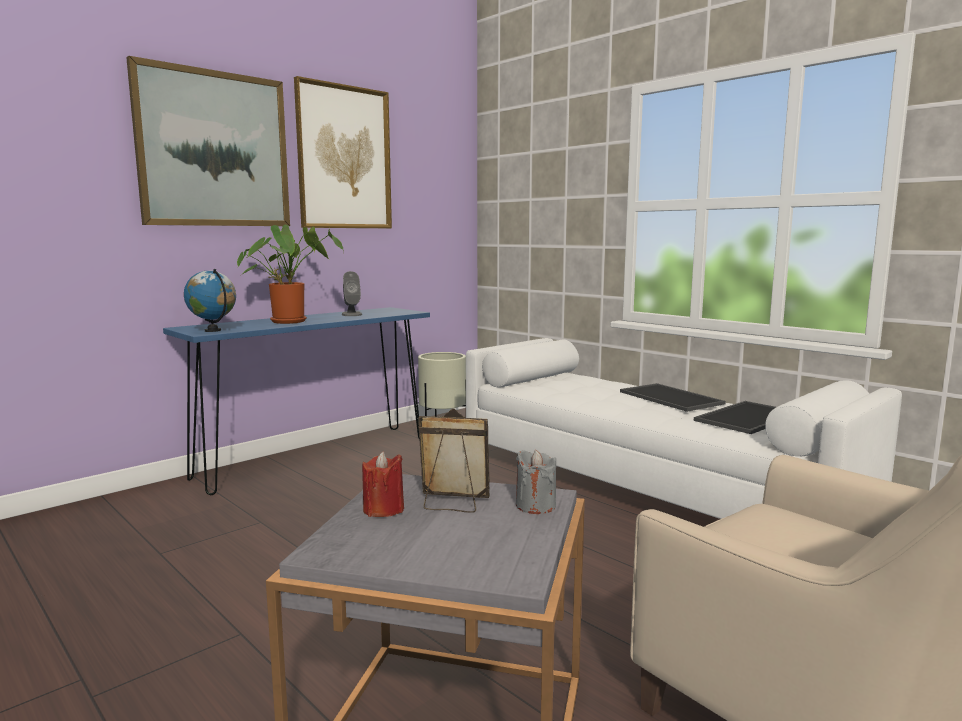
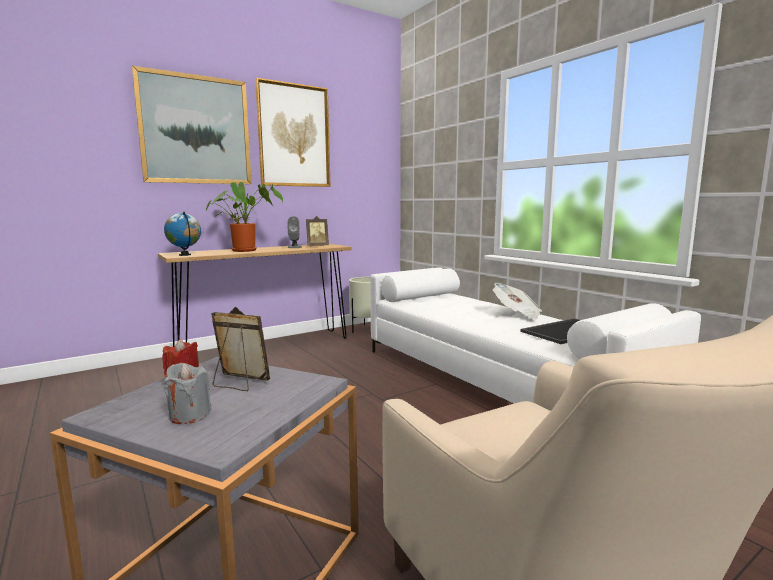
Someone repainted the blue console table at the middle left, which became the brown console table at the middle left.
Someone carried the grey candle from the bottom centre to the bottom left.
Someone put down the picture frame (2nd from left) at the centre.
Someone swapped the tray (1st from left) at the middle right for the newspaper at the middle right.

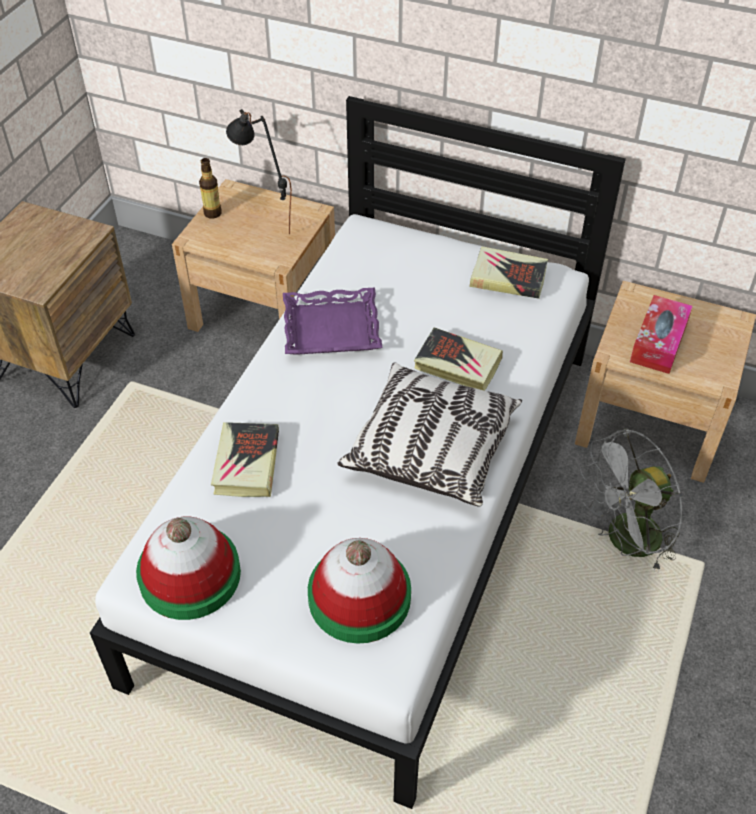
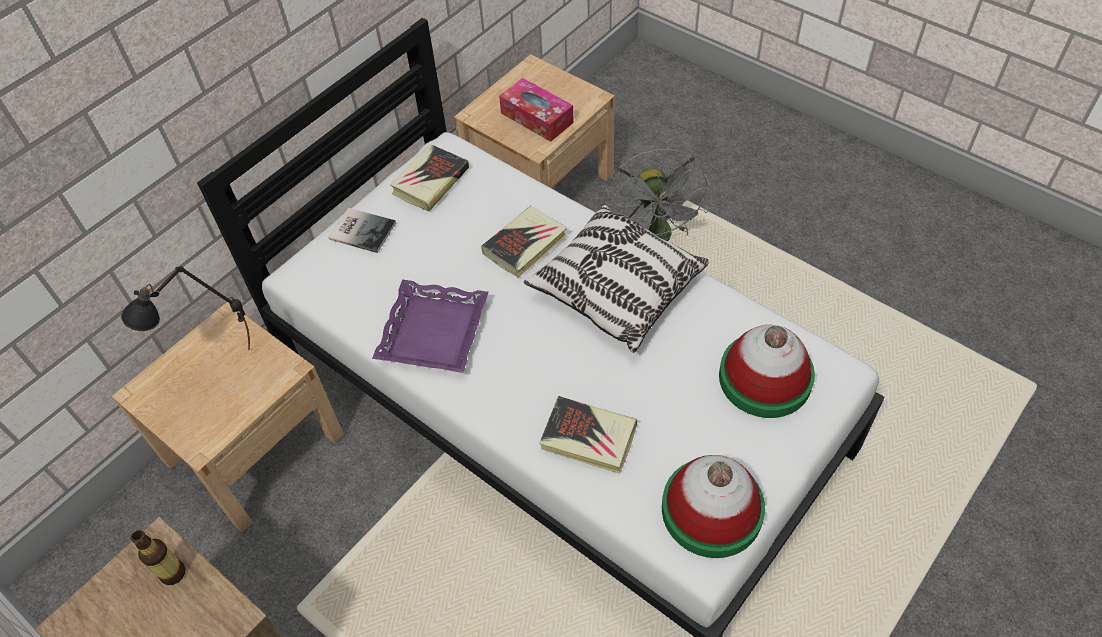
Someone carried the bottle from the top left to the bottom left.
Someone put down the book (1st from left) at the middle left.

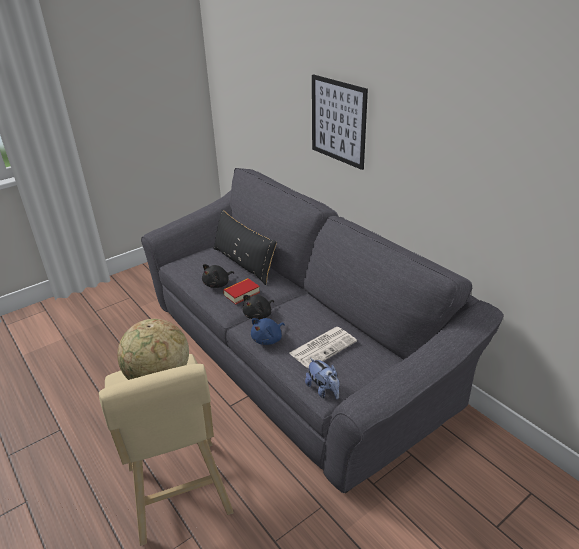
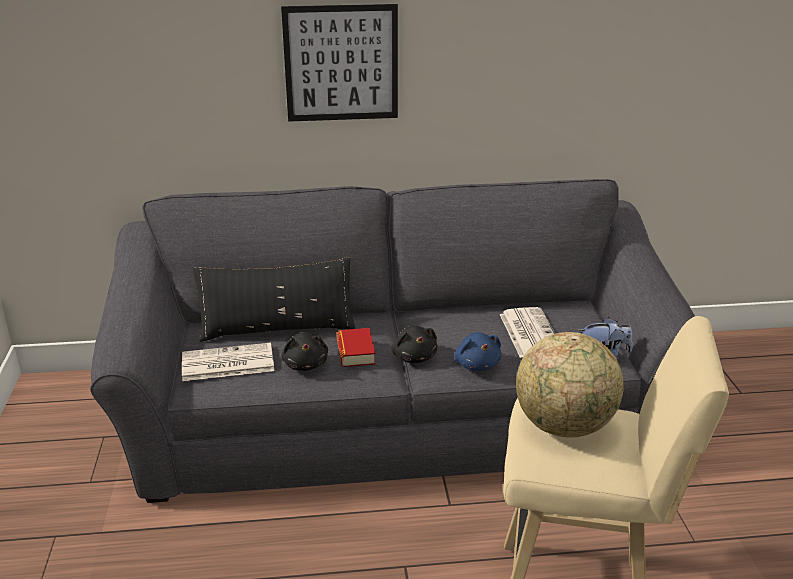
Someone put down the newspaper (1st from left) at the middle left.

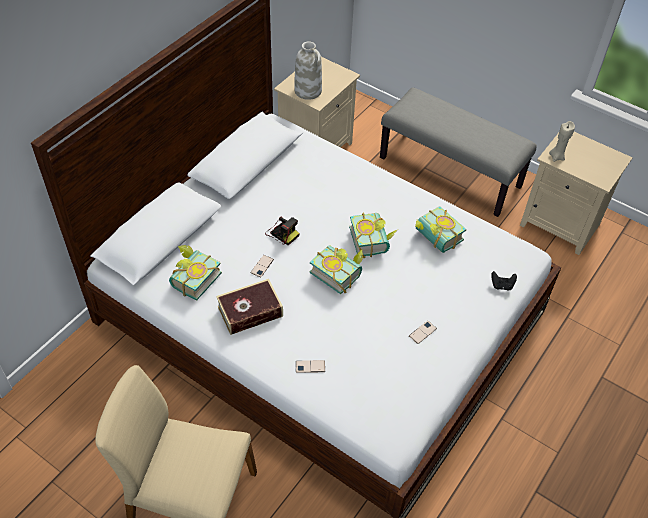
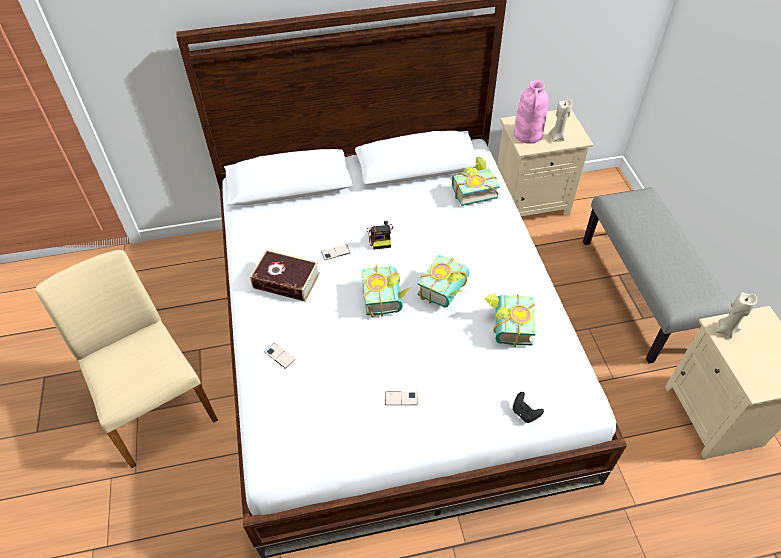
Someone carried the book (1st from left in the first image) from the middle left to the top centre.
Someone repainted the white vase at the top centre, which became the pink vase at the top right.
Someone put down the beige candle (1st from left) at the top right.

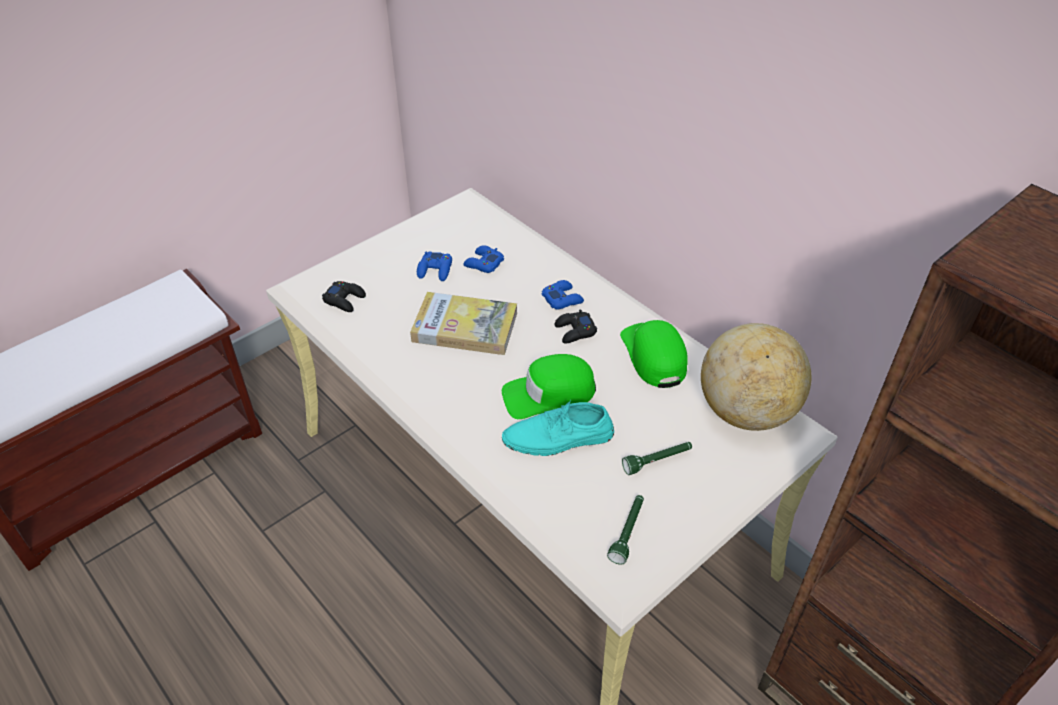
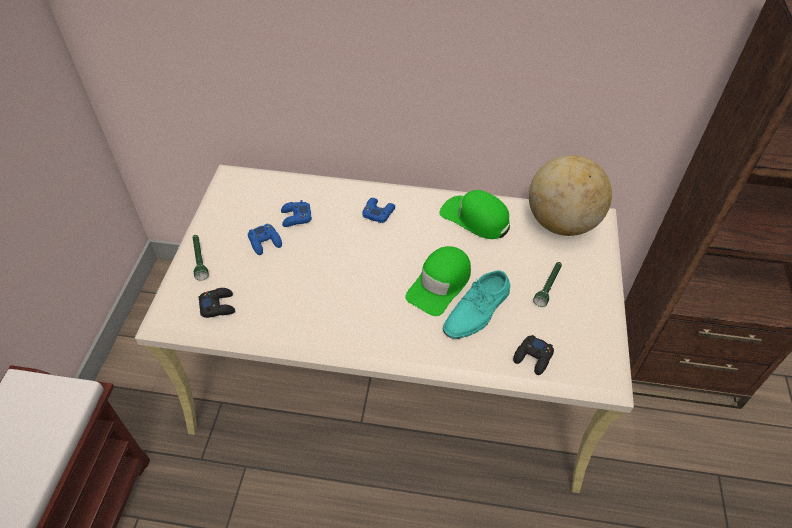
Someone carried the green flashlight (1st from left) from the bottom centre to the middle left.
Someone carried the black game controller (2nd from left) from the centre to the bottom right.
Someone took away the book at the centre.

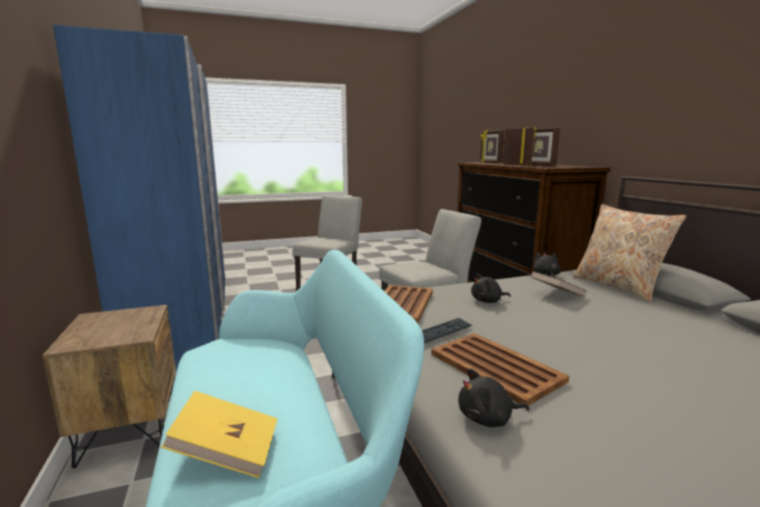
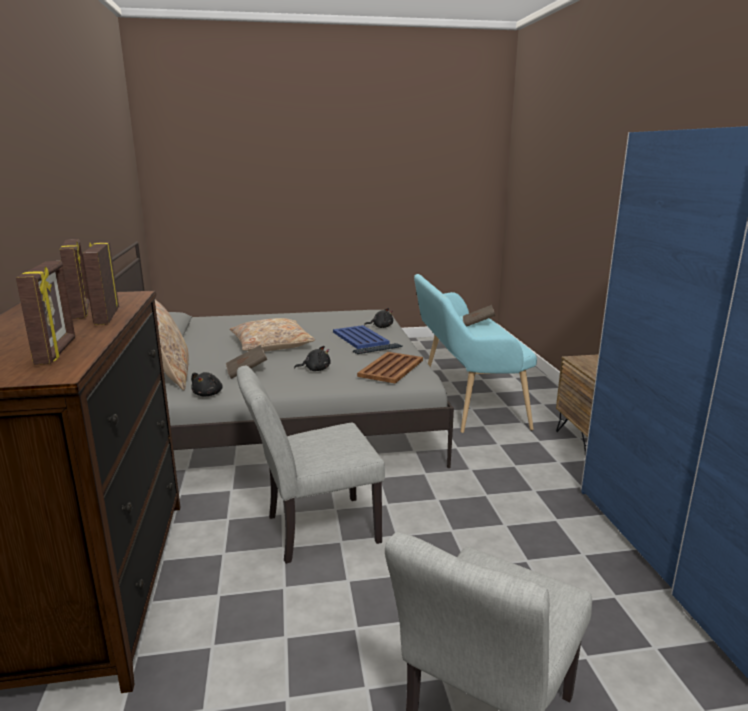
Someone put down the beige pillow (2nd from left) at the centre.
Someone repainted the brown tray (2nd from left) at the bottom centre, which became the blue tray at the centre.
Someone repainted the yellow book at the bottom left, which became the brown book (2nd from left) at the centre.

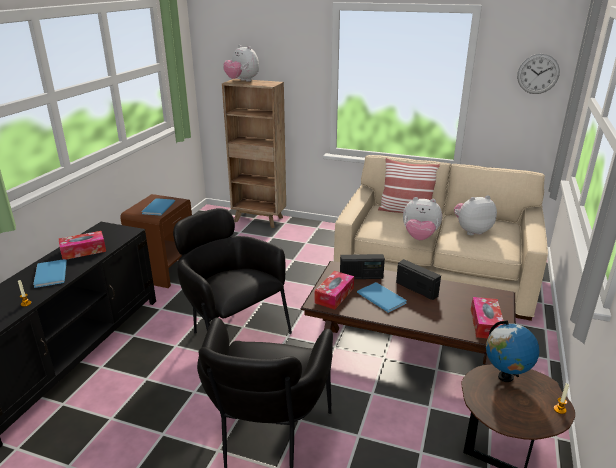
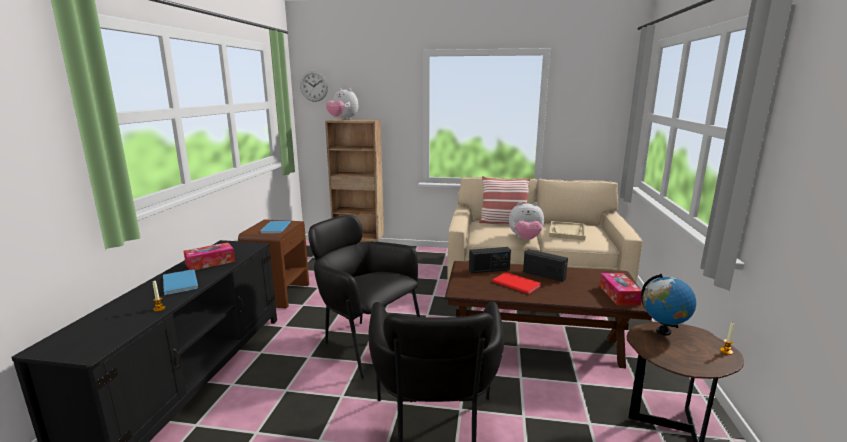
Someone carried the wall clock from the top right to the top centre.
Someone repainted the blue book (3rd from left) at the centre, which became the red book at the centre.
Someone swapped the plush toy (3rd from left) at the middle right for the beige tray at the middle right.
Someone took away the tissue box (2nd from left) at the centre.

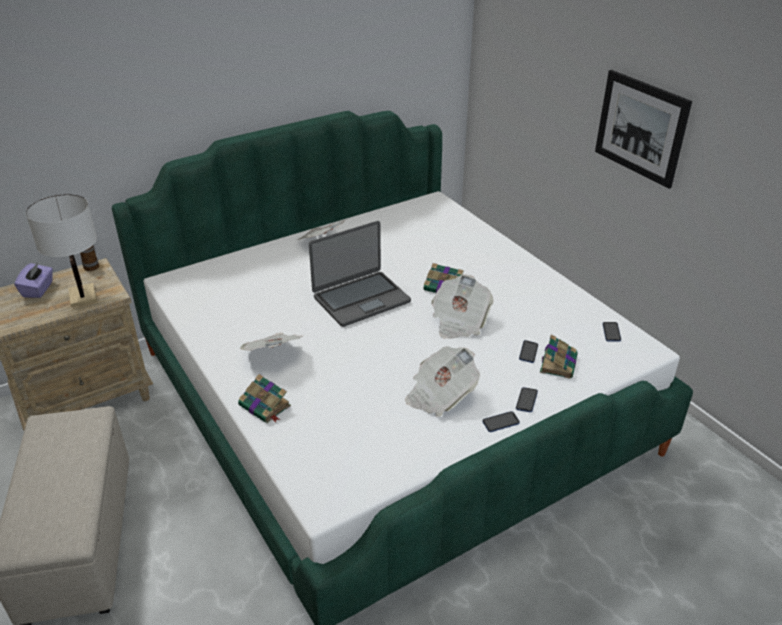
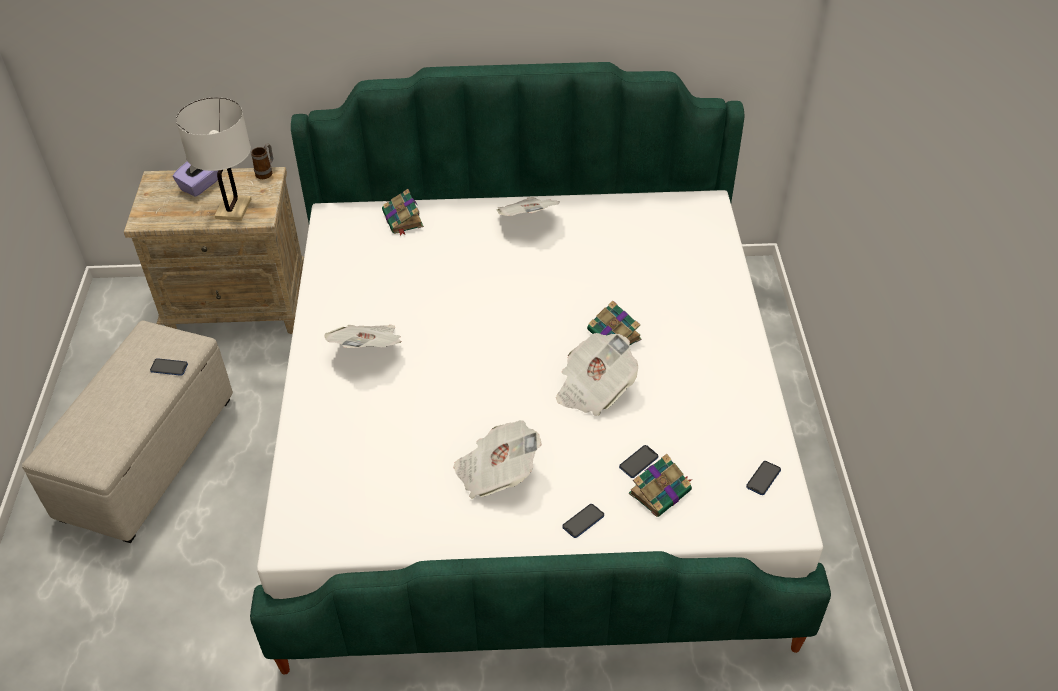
Someone carried the phone (1st from left) from the bottom centre to the middle left.
Someone carried the book (1st from left) from the centre to the top centre.
Someone took away the laptop at the centre.
Someone took away the picture at the top right.

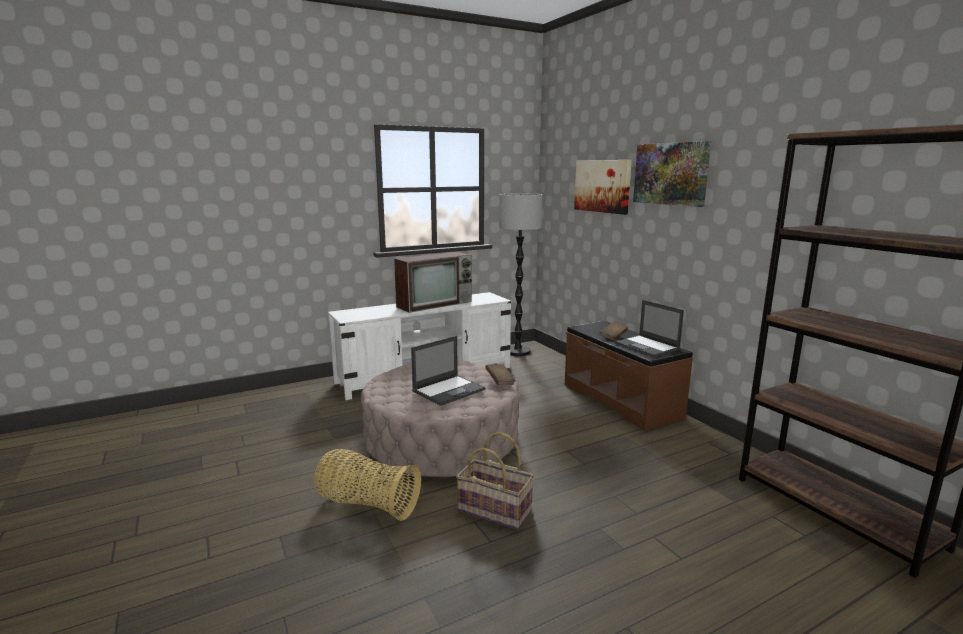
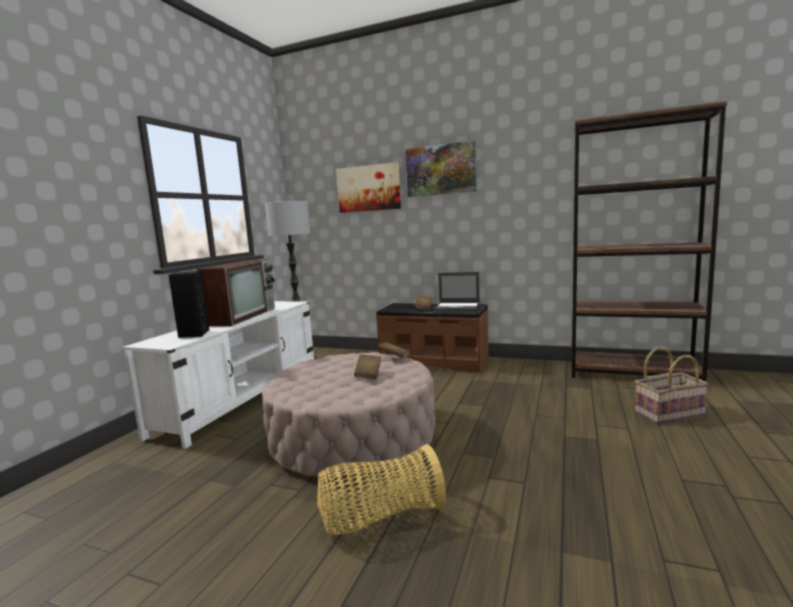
Someone put down the black speaker at the middle left.
Someone swapped the laptop (1st from left) at the centre for the brown book (1st from left) at the centre.
Someone carried the basket (2nd from left) from the bottom centre to the middle right.

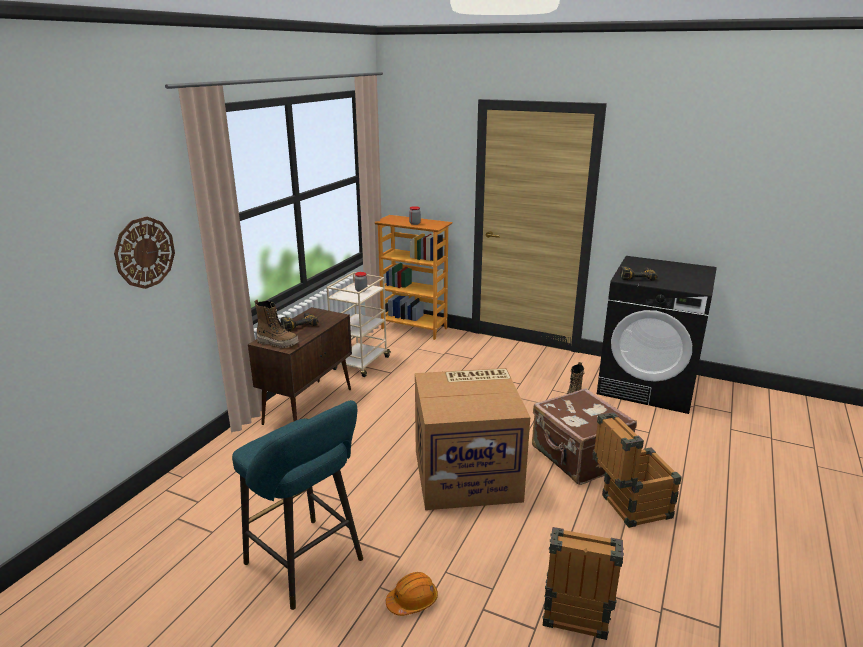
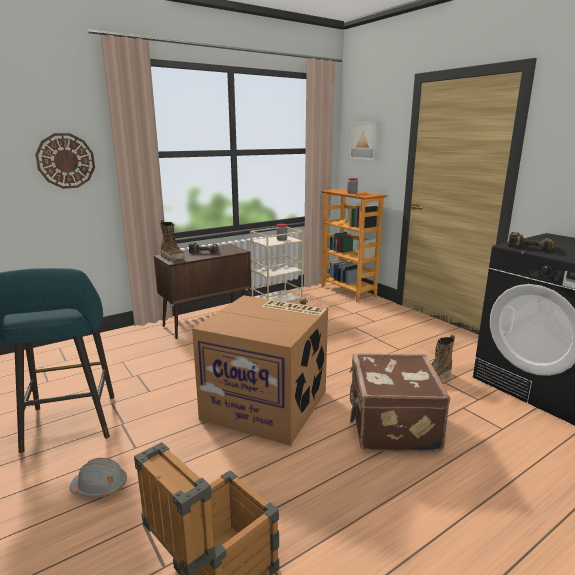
Someone repainted the orange hard hat at the bottom centre, which became the grey hard hat at the bottom left.
Someone put up the picture at the top centre.
Someone took away the crate (2nd from left) at the bottom right.

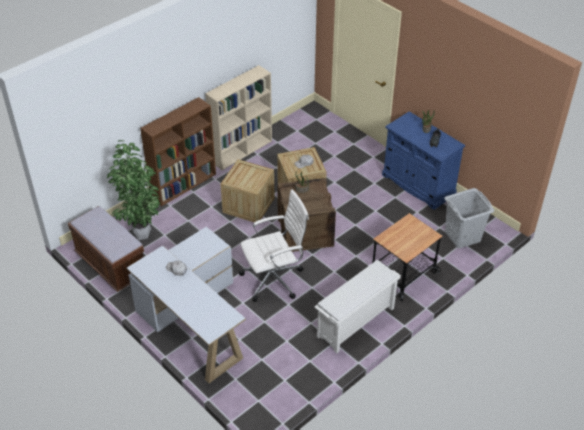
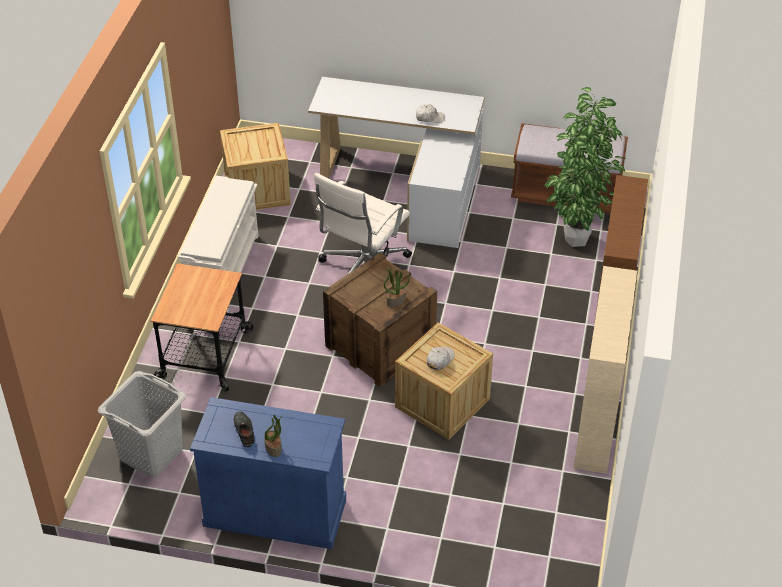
Someone carried the crate (1st from left) from the centre to the top left.

